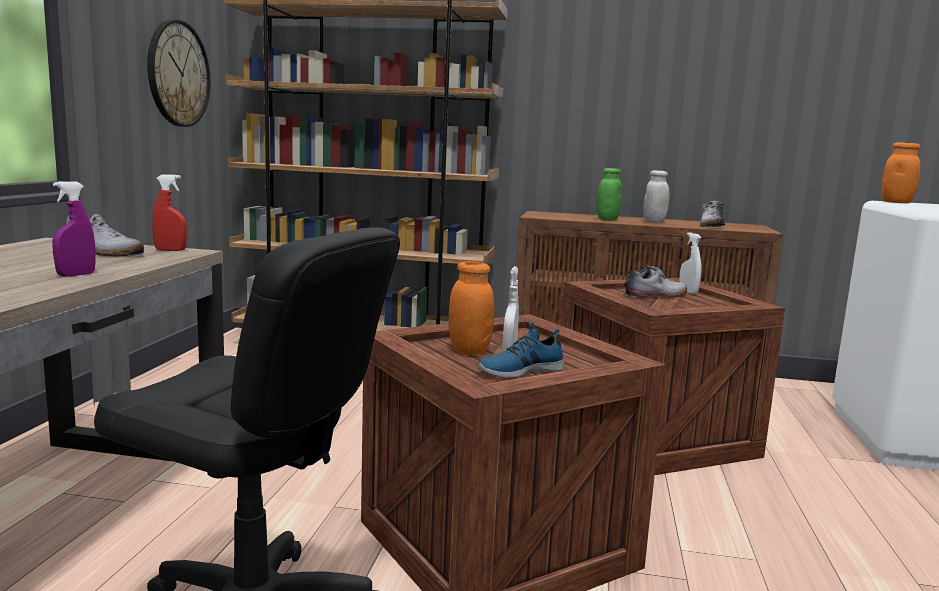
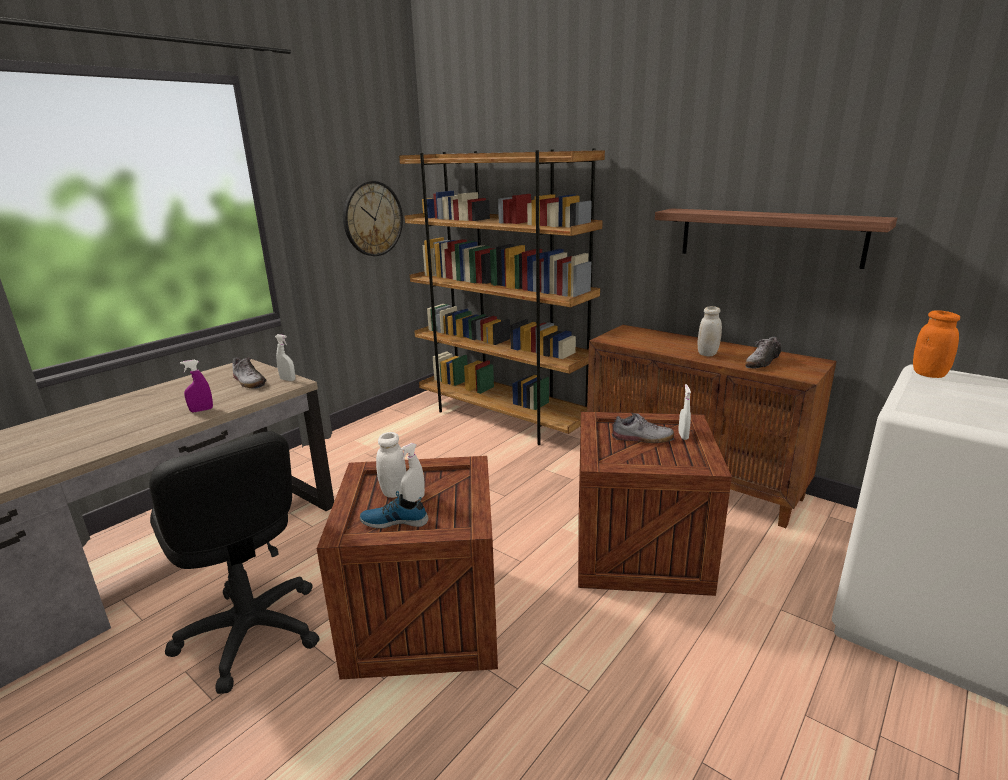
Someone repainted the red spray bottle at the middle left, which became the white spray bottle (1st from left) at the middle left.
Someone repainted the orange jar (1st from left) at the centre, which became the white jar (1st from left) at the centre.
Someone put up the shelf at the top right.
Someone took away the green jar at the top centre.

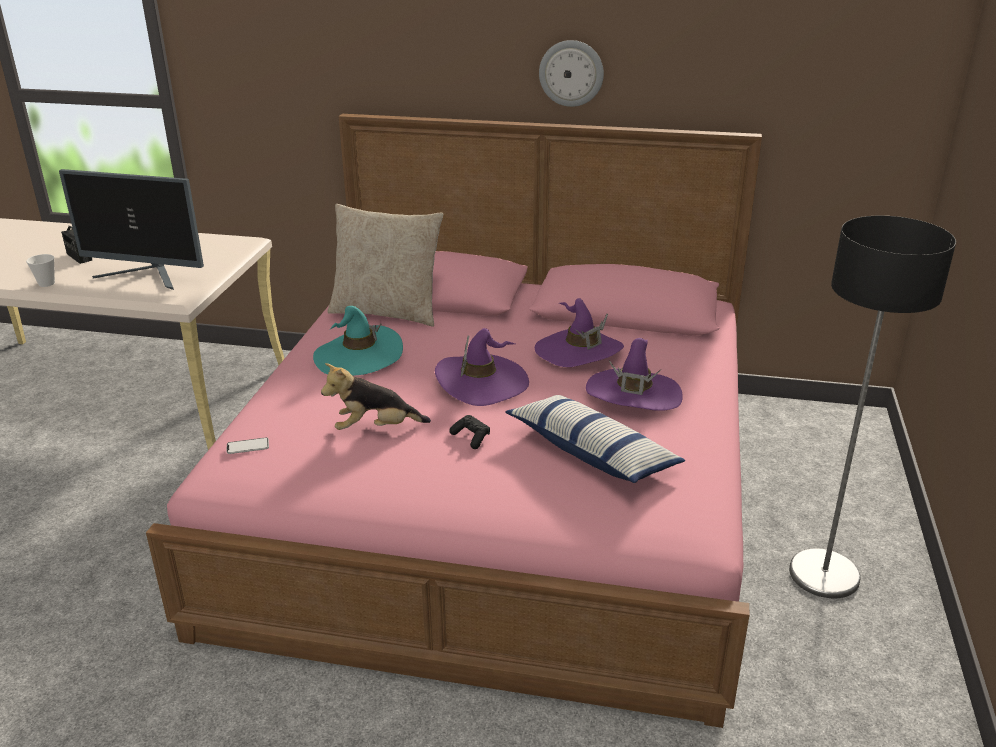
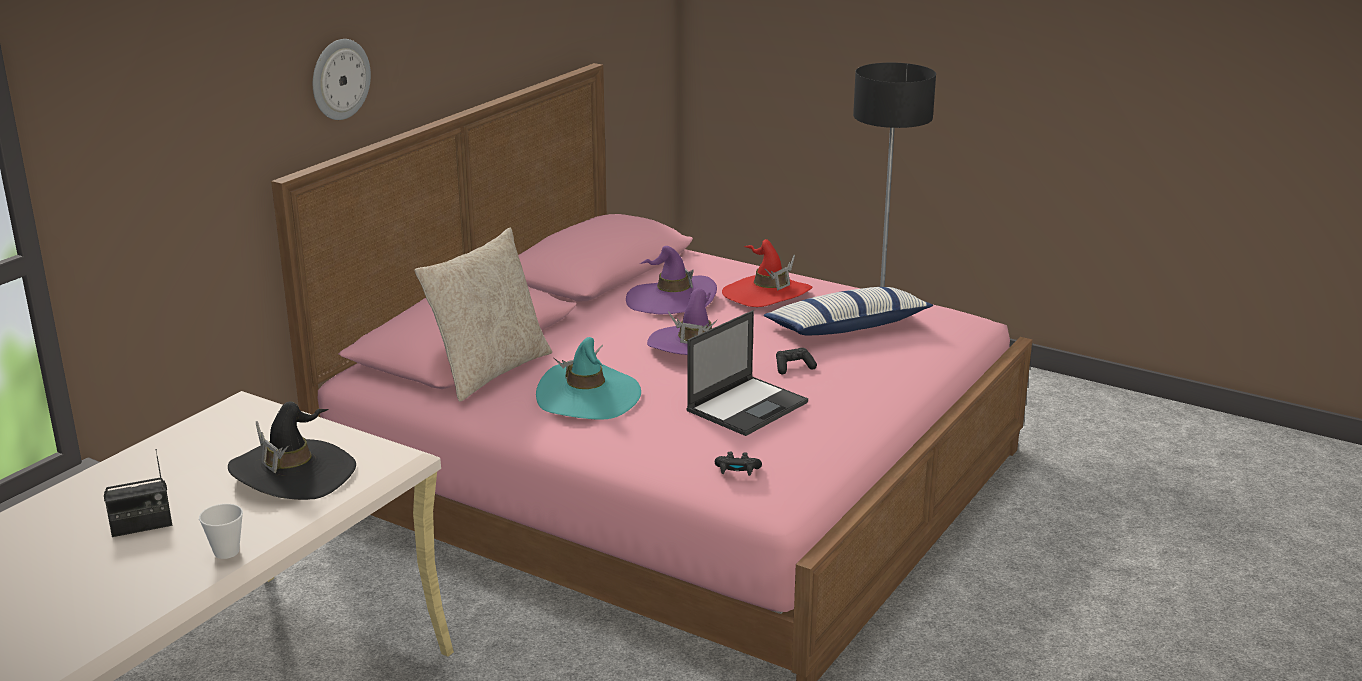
Someone swapped the monitor at the top left for the black hat at the middle left.
Someone carried the wall clock from the top centre to the top left.
Someone swapped the plush toy at the centre for the laptop at the centre.
Someone swapped the phone at the middle left for the black game controller (1st from left) at the bottom centre.
Someone repainted the purple hat (3rd from left) at the centre, which became the red hat at the centre.

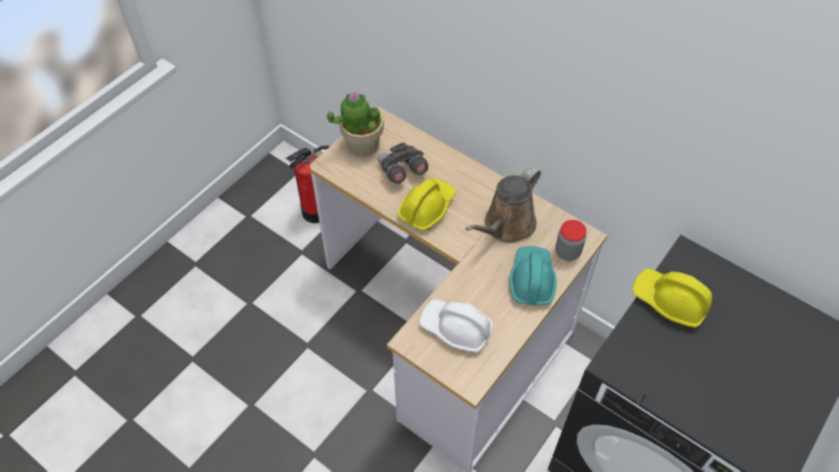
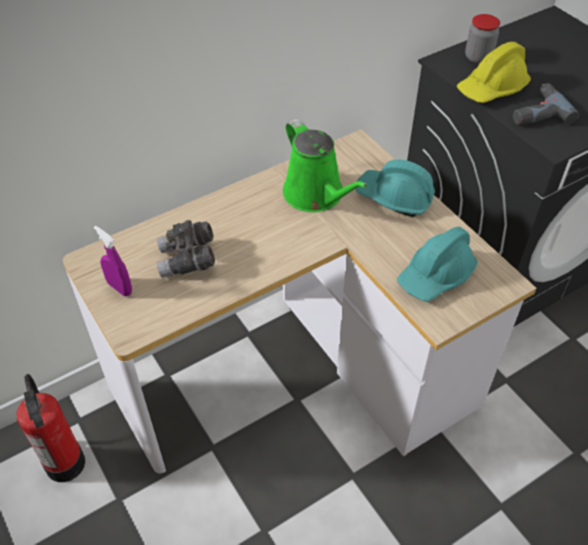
Someone swapped the potted plant at the top centre for the purple spray bottle at the middle left.
Someone repainted the brown watering can at the centre, which became the green watering can at the top centre.
Someone repainted the white hard hat at the bottom centre, which became the turquoise hard hat (2nd from left) at the middle right.
Someone carried the jar from the middle right to the top right.
Someone put down the power drill at the top right.
Someone took away the yellow hard hat (1st from left) at the centre.

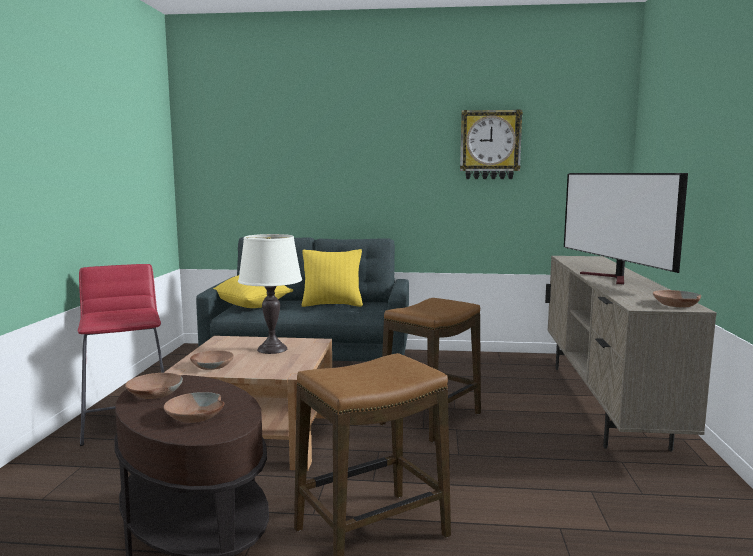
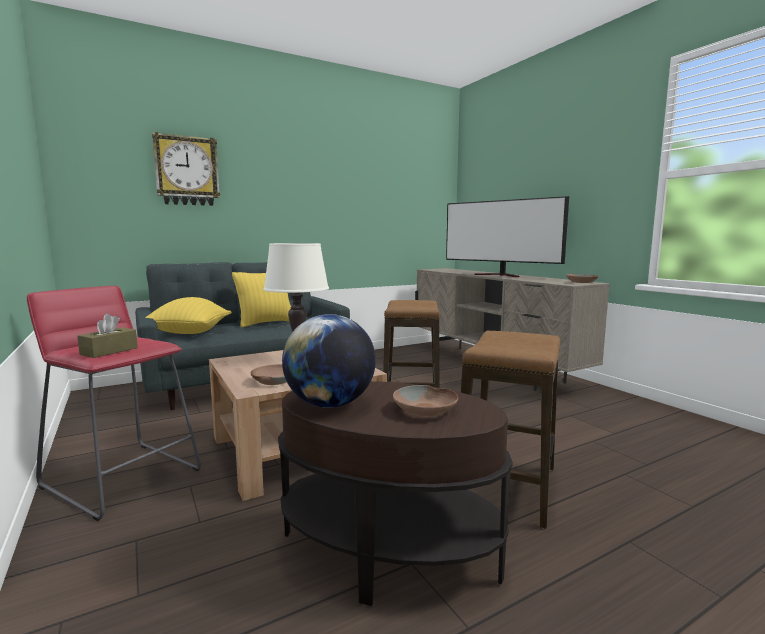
Someone put down the brown tissue box at the middle left.
Someone carried the wall clock from the top centre to the top left.
Someone swapped the brown bowl (1st from left) at the bottom left for the globe at the centre.

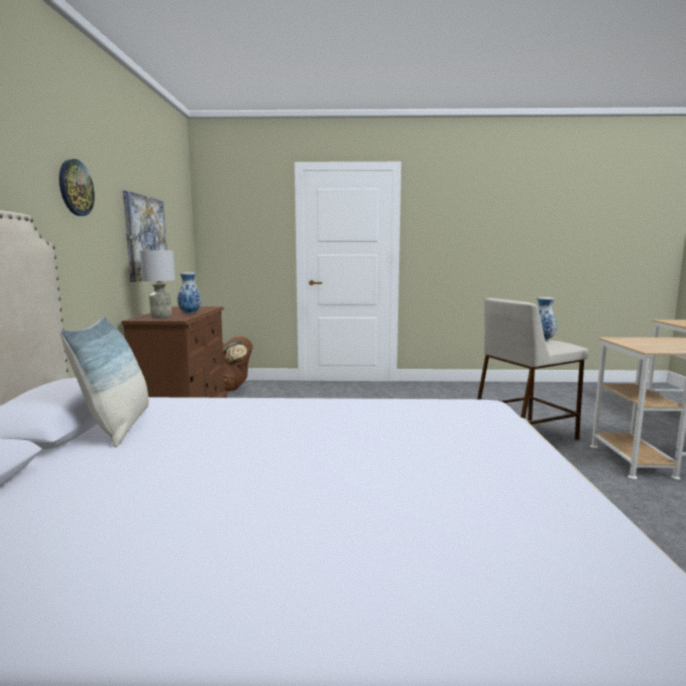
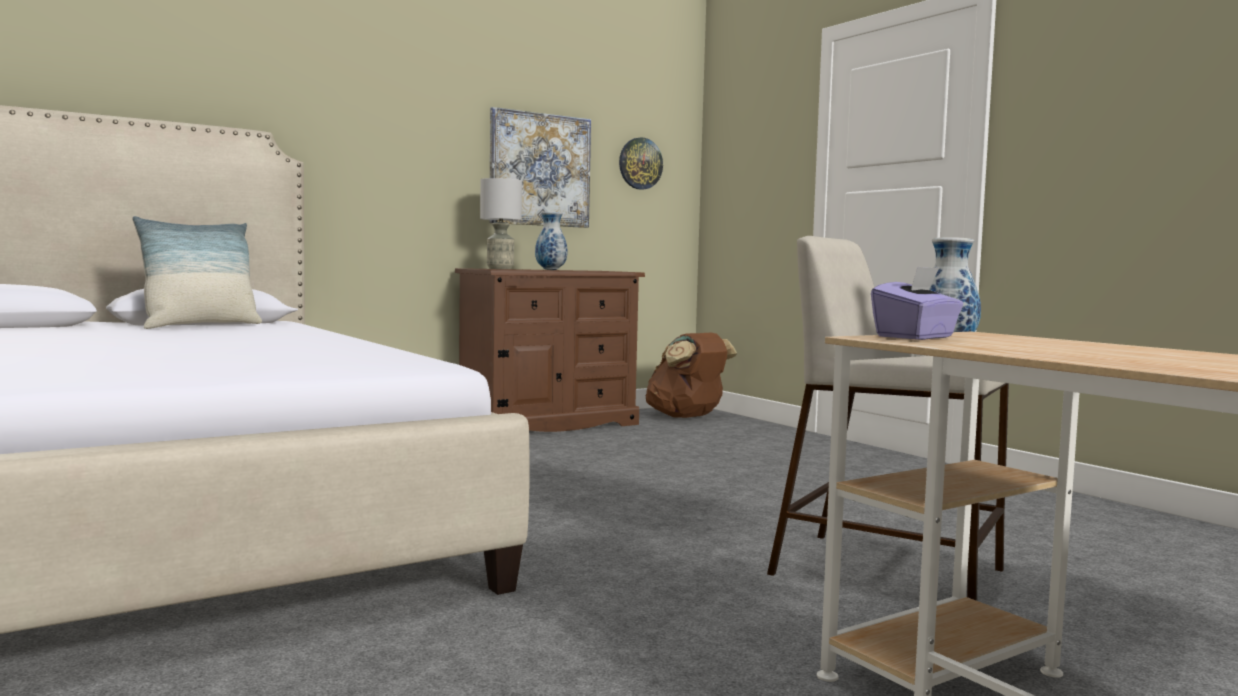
Someone carried the wall clock from the top left to the top centre.
Someone put down the purple tissue box at the middle right.

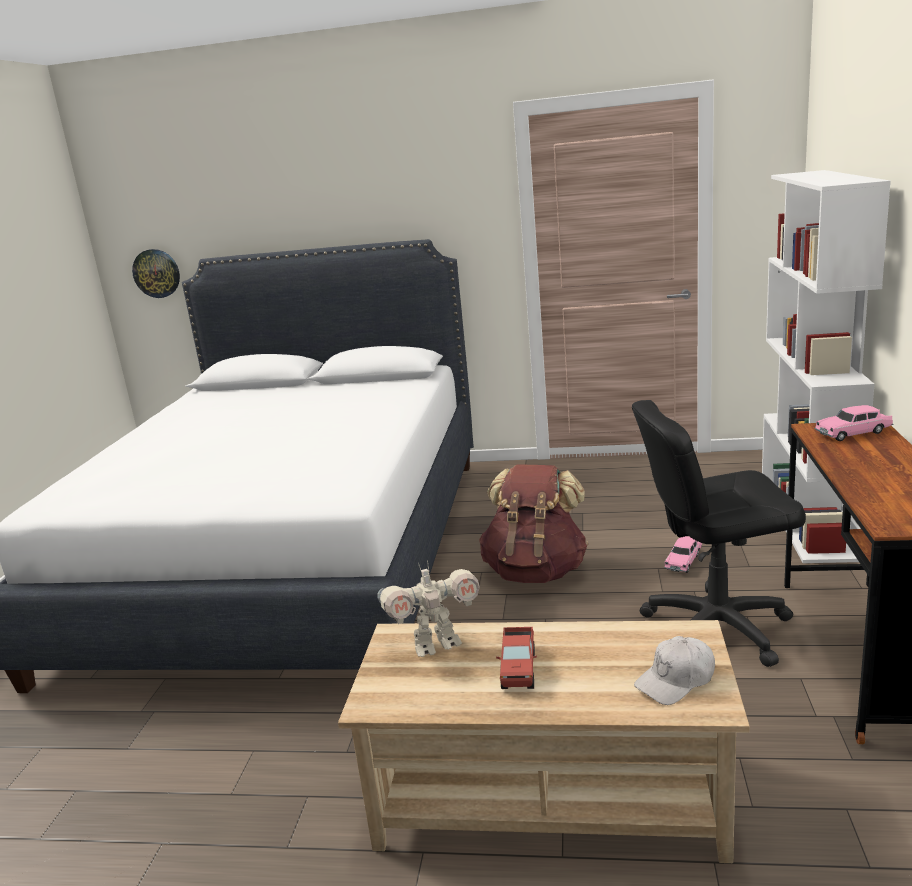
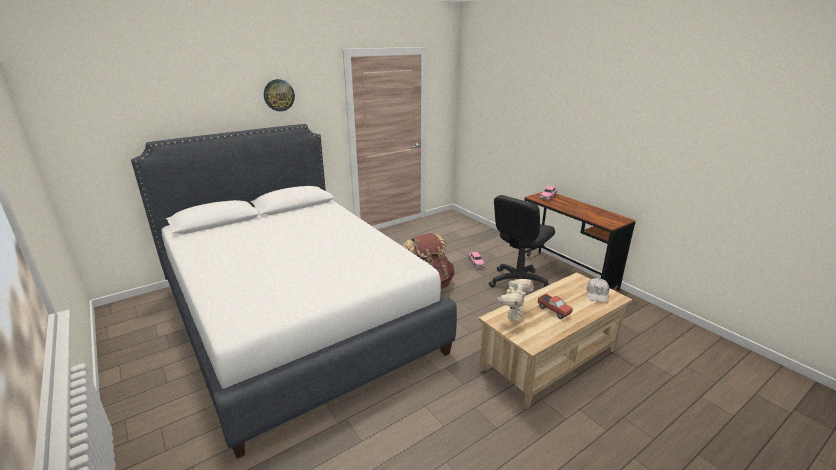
Someone carried the wall clock from the top left to the top centre.
Someone took away the white bookcase at the middle right.

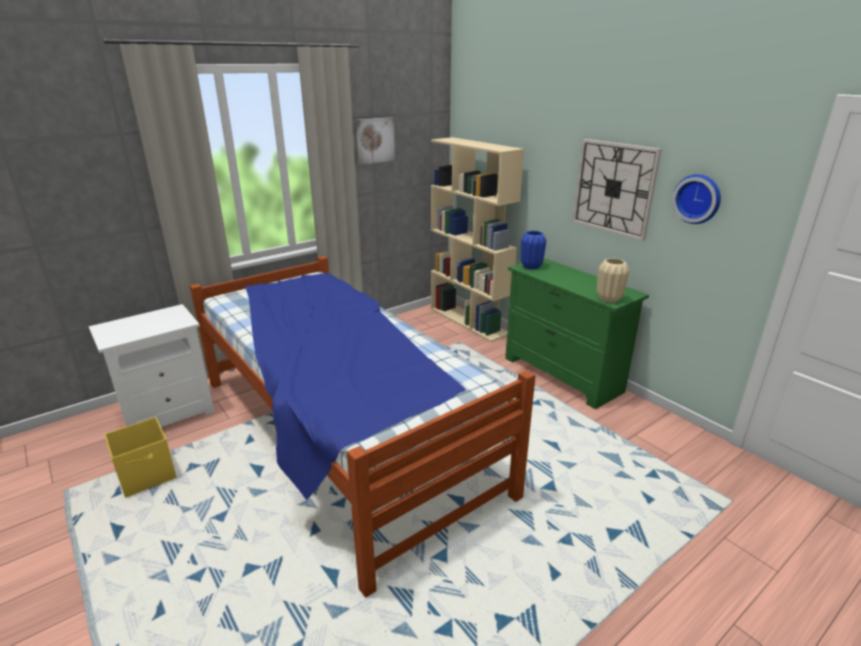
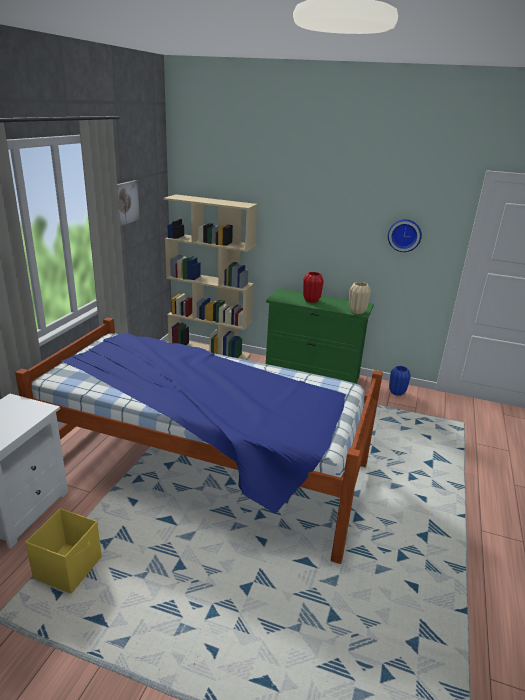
Someone put down the red vase at the centre.
Someone carried the blue vase from the centre to the middle right.
Someone took away the wall clock (1st from left) at the top right.

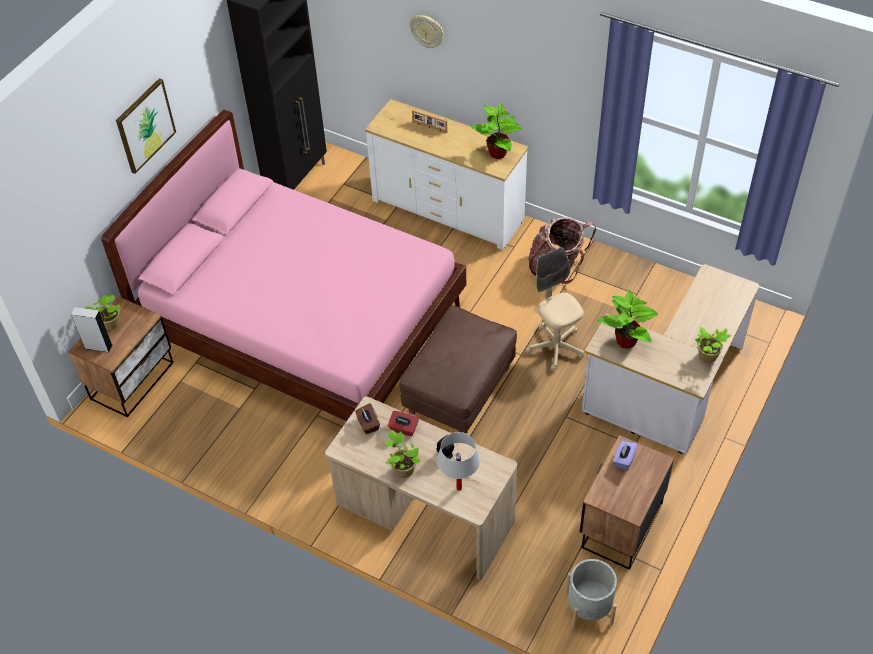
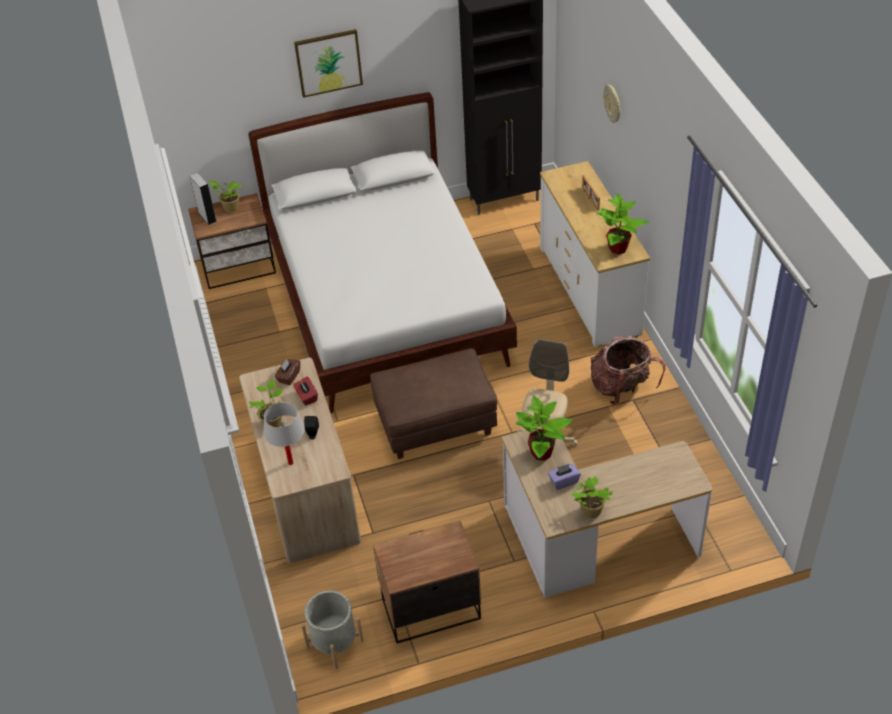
Someone repainted the pink bed at the middle left, which became the white bed at the centre.
Someone carried the purple tissue box from the bottom right to the bottom centre.

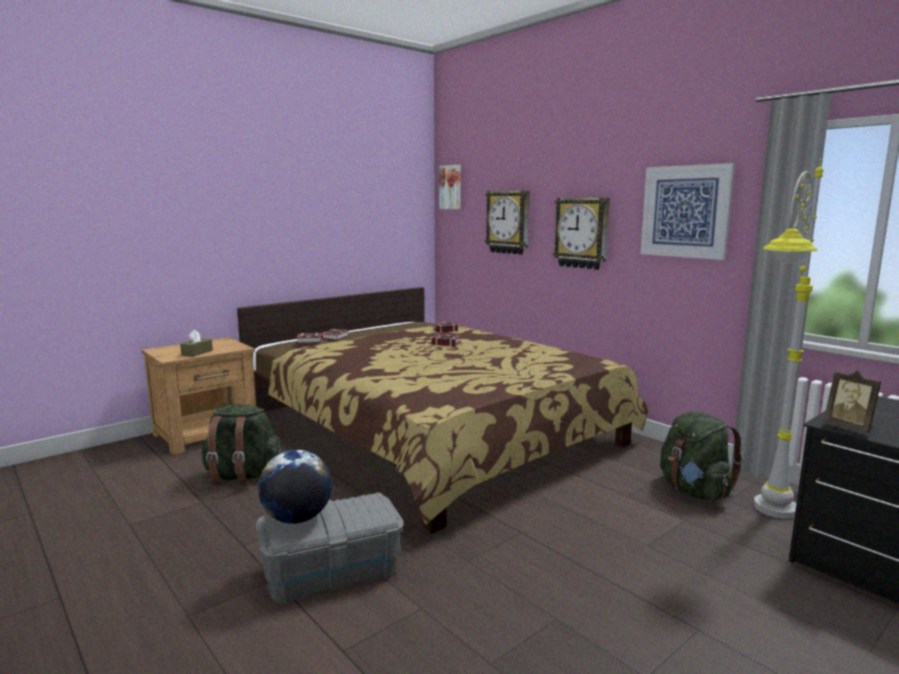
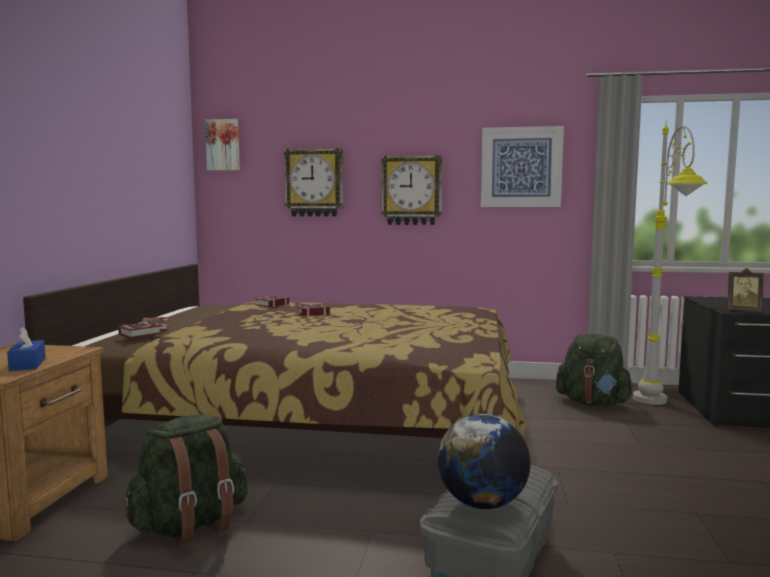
Someone repainted the brown tissue box at the middle left, which became the blue tissue box at the middle left.

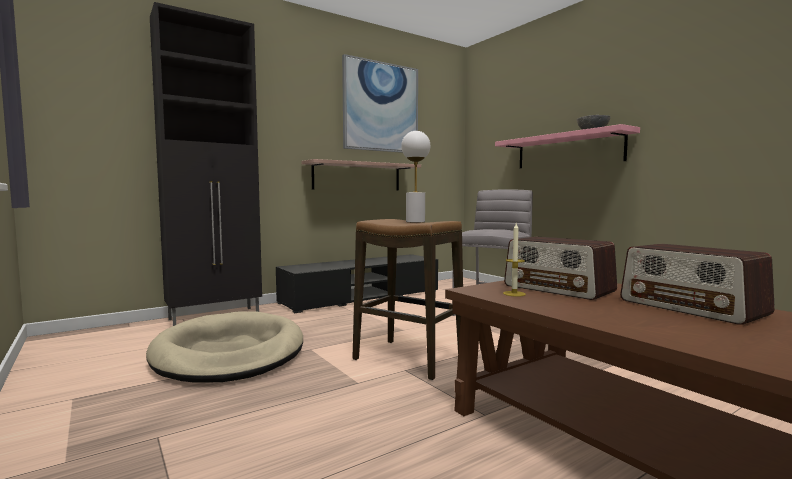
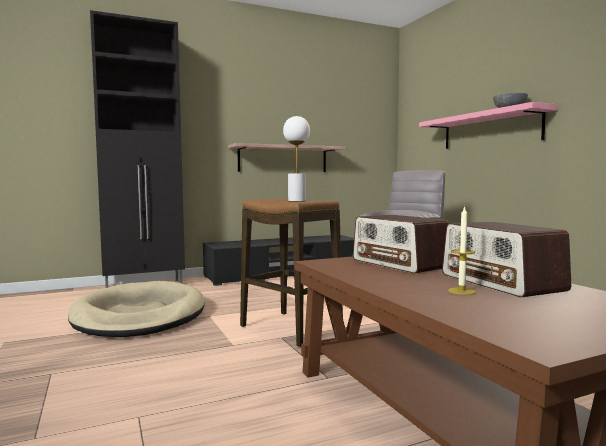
Someone carried the candle from the centre to the middle right.
Someone took away the picture at the top centre.

